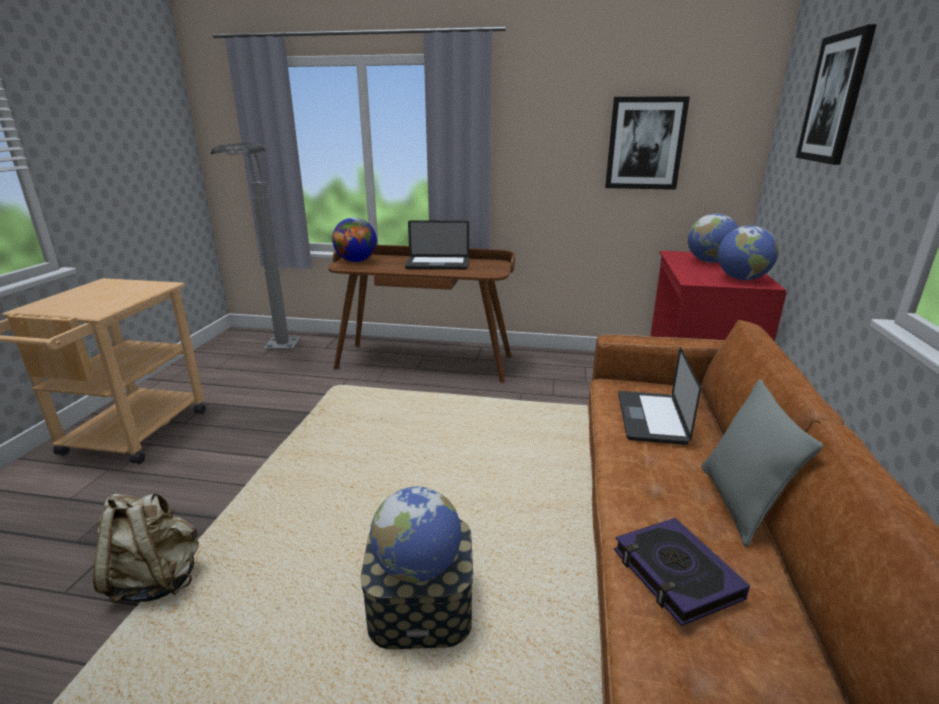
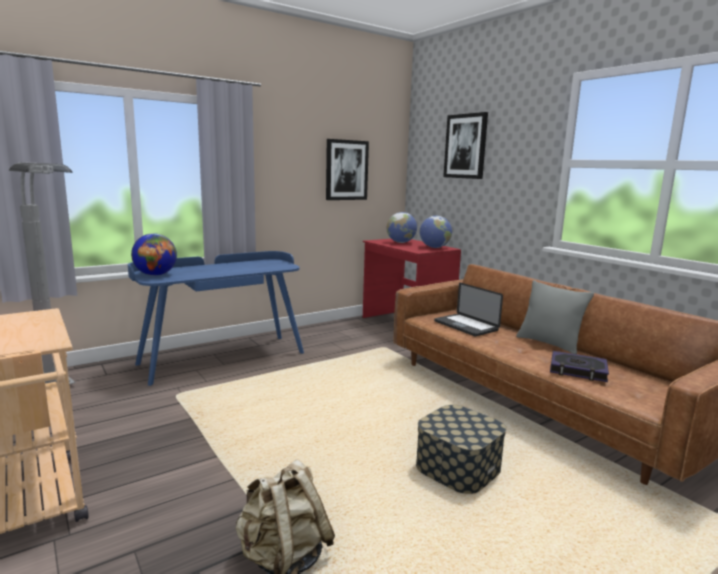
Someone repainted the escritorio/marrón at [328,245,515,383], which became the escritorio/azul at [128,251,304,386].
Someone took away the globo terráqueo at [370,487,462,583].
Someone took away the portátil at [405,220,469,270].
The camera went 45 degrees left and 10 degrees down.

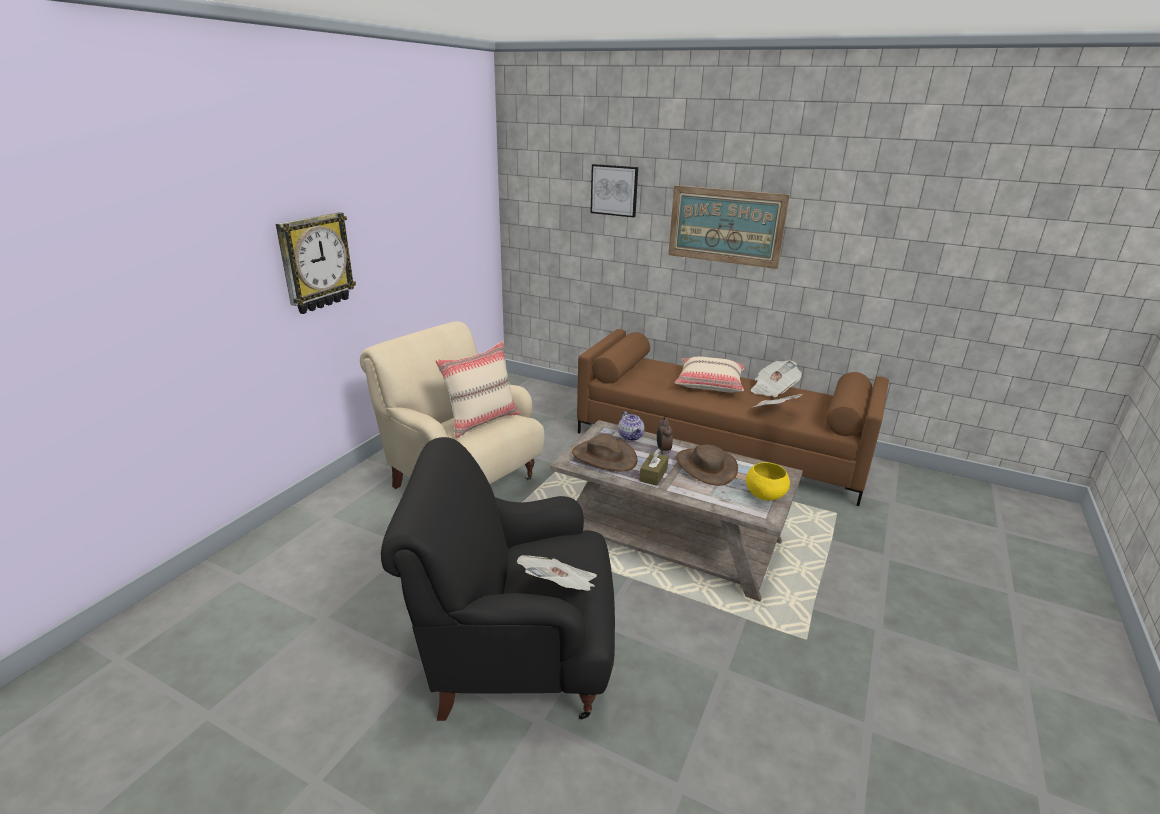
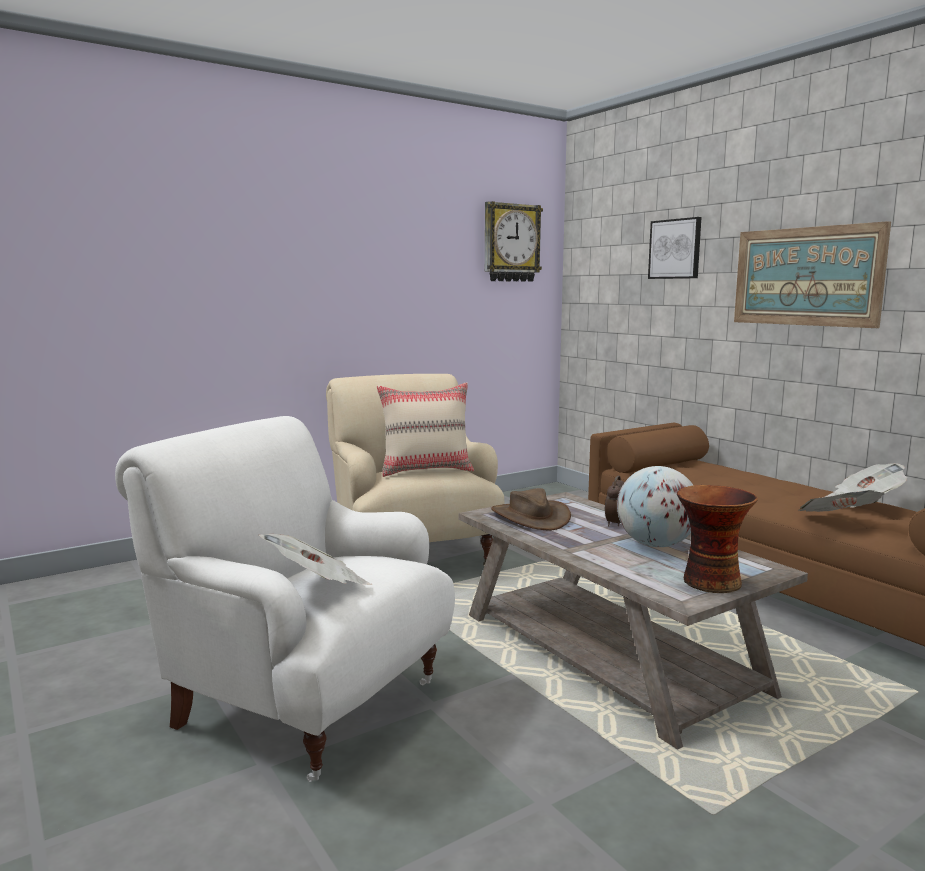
Someone repainted the sillón/negro at [381,437,615,721], which became the sillón/blanco at [115,416,455,782].
Someone carried the reloj de pared from [276,212,356,314] to [485,201,543,282].
Someone swapped the sombrero/marrón at [676,445,738,486] for the globo terráqueo at [617,466,694,547].
Someone swapped the cuenco/amarillo at [746,462,790,501] for the florero at [677,485,758,593].
Someone took away the tetera at [618,411,644,441].
Someone took away the caja de pañuelos/marrón at [639,449,669,486].
Someone took away the cojín/beis at [674,357,745,393].
The camera went 30 degrees right and 15 degrees down.

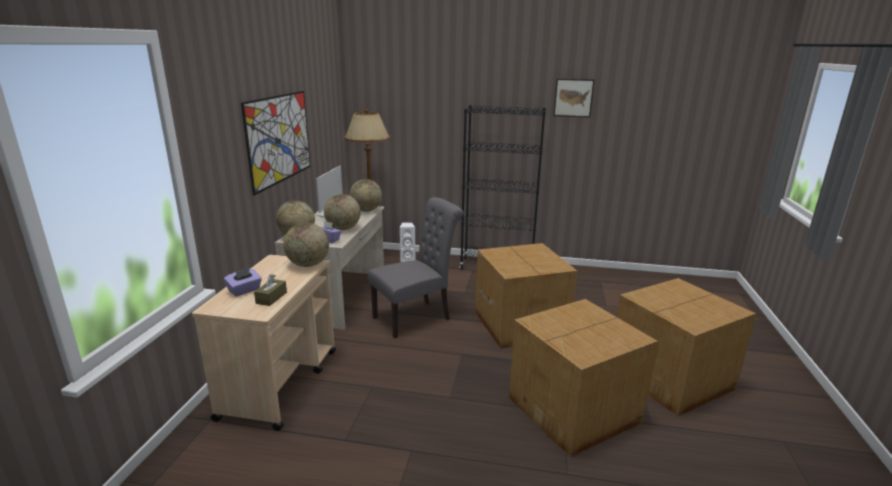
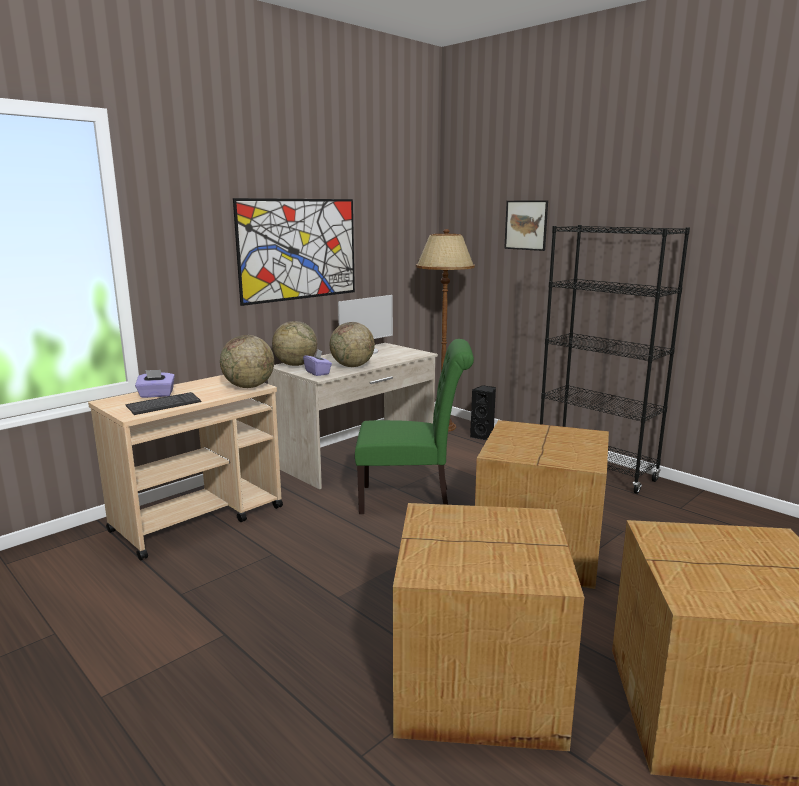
Someone swapped the caja de pañuelos/marrón at [254,274,287,306] for the teclado at [126,392,201,415].
Someone repainted the silla/gris at [368,197,464,339], which became the silla/verde at [355,339,474,514].
Someone repainted the altavoz/blanco at [400,222,415,262], which became the altavoz/negro at [470,385,496,440].
Someone carried the cuadro from [553,79,595,117] to [504,200,548,251].
Someone took away the globo terráqueo at [349,179,382,212].
The camera went 35 degrees right and 5 degrees down.

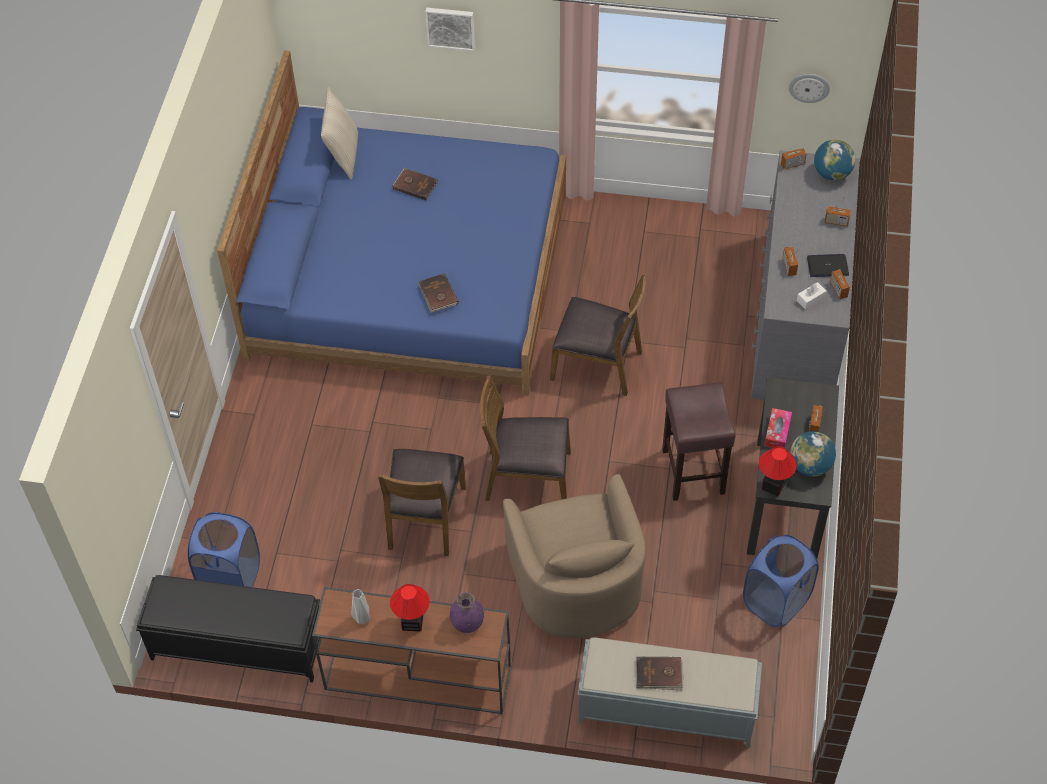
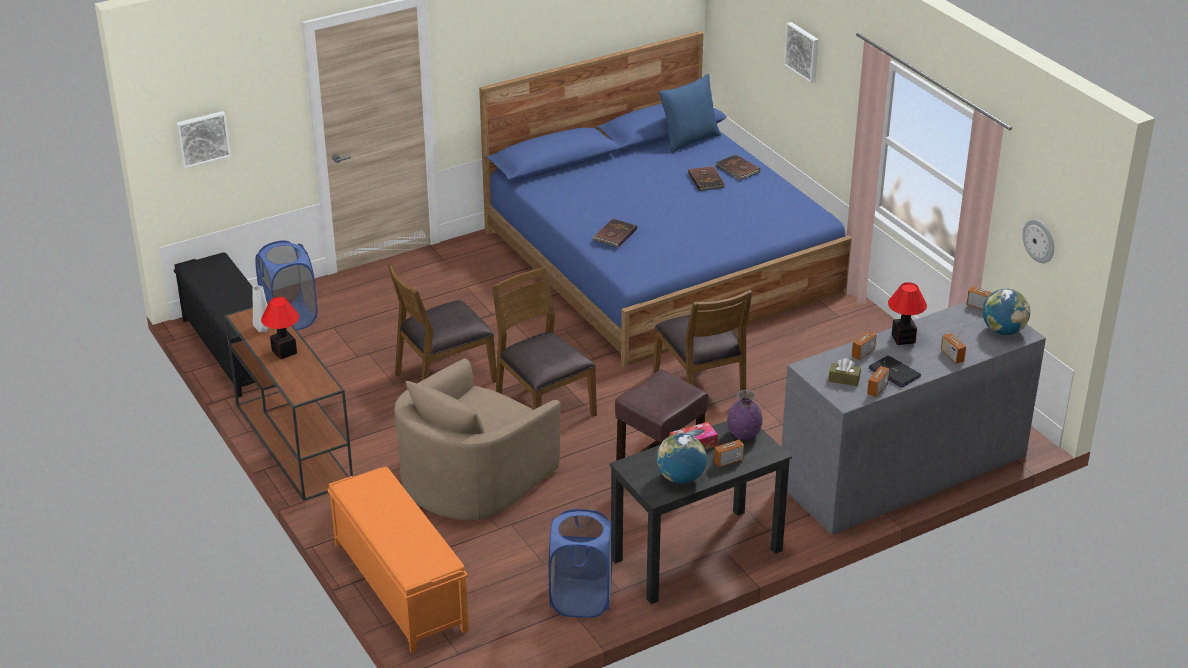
Someone put up the cuadro at [176,111,231,169].
Someone repainted the banco/gris at [577,637,762,747], which became the banco/naranja at [327,467,469,654].
Someone repainted the cojín/beis at [321,87,358,179], which became the cojín/azul at [659,74,721,153].
Someone carried the libro/marrón from [636,657,684,690] to [716,154,760,180].
Someone carried the florero/morado from [450,592,484,633] to [727,390,762,440].
Someone repainted the caja de pañuelos/blanco at [797,282,826,310], which became the caja de pañuelos/marrón at [829,358,861,386].
Someone carried the lámpara de mesa from [759,446,797,496] to [888,282,927,345].
The camera went 50 degrees right and 20 degrees down.

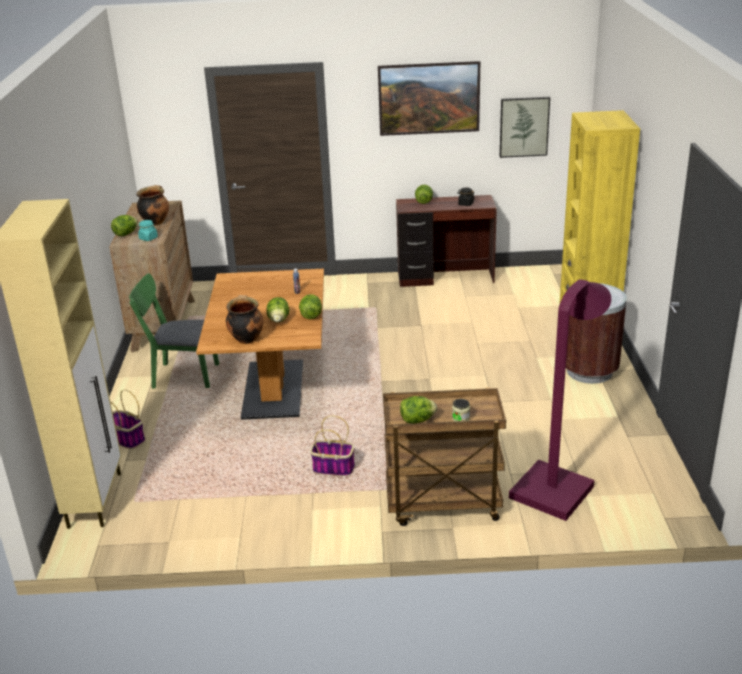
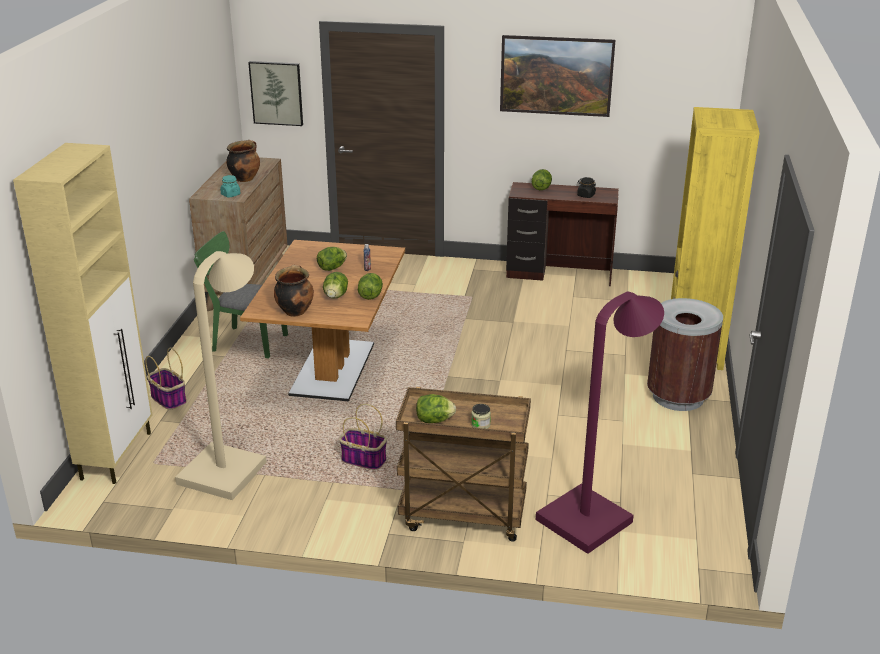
Someone put down the lámpara de pie/beis at [175,251,266,500].
Someone carried the cuadro from [500,97,550,158] to [248,61,303,126].
Someone carried the lechuga from [111,215,138,236] to [317,247,347,271].
The camera went 10 degrees right and 0 degrees up.

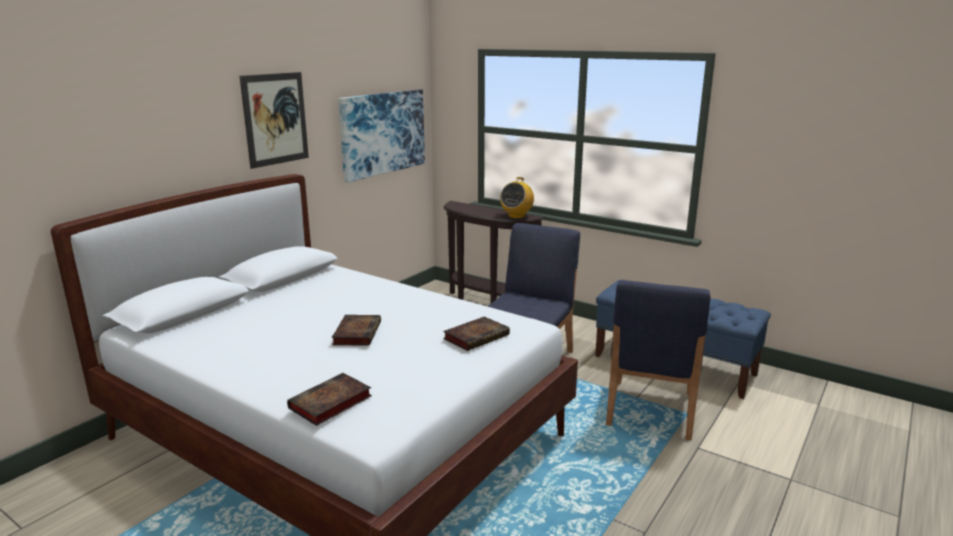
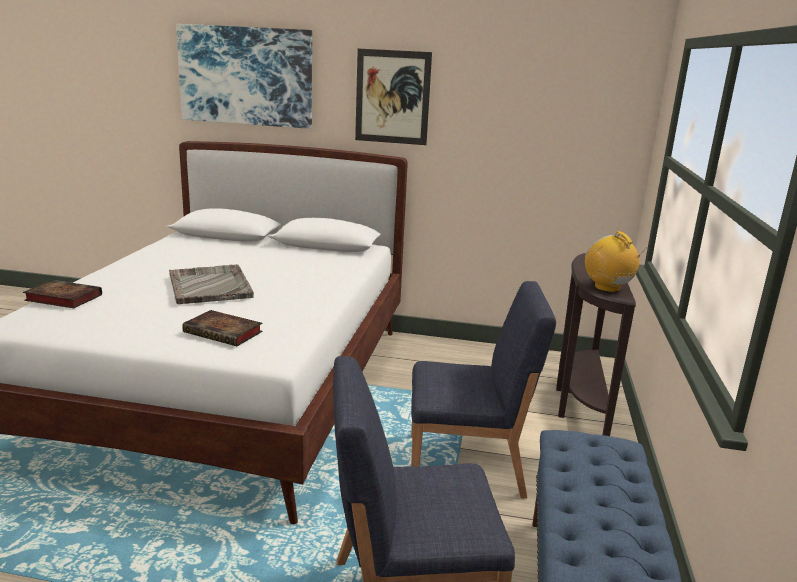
Someone swapped the libro at [332,315,381,346] for the bandeja/gris at [169,264,254,304].
Someone carried the cuadro from [338,89,425,182] to [176,24,312,129].
Someone rotated the radio at [500,177,534,219] by 60 degrees clockwise.
The camera went 65 degrees right and 0 degrees up.

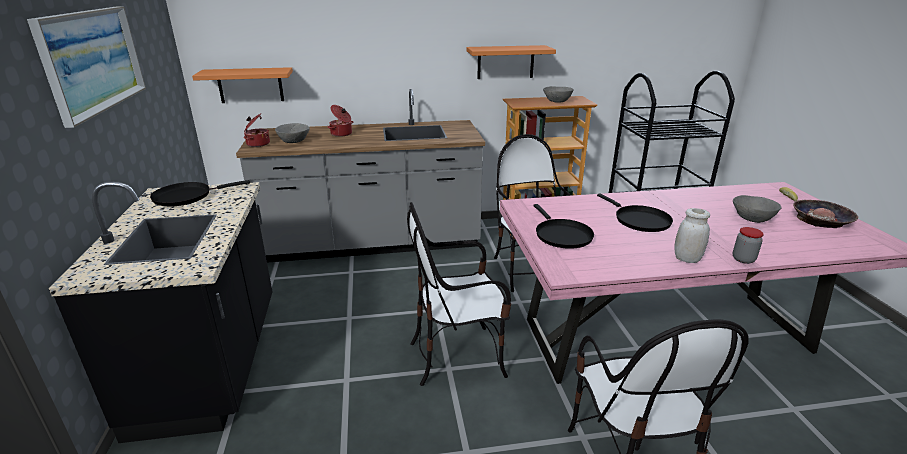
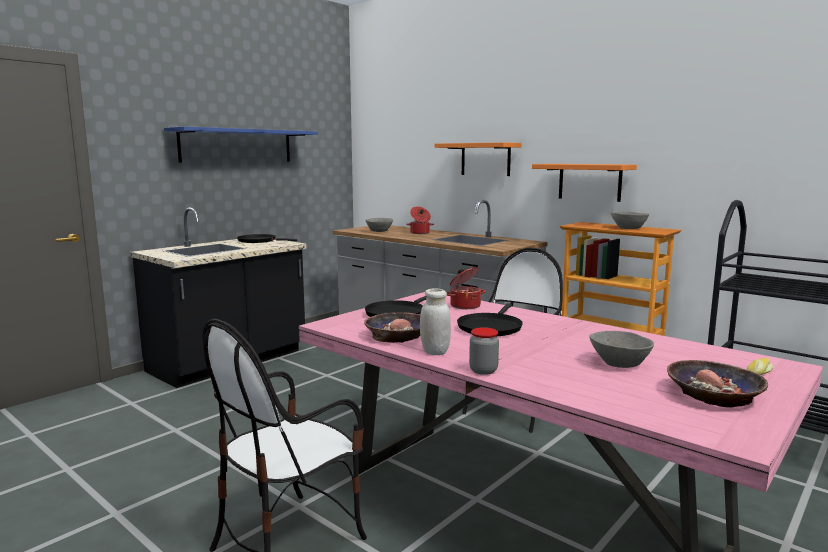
Someone swapped the cuadro at [27,6,146,128] for the estante/azul at [164,126,318,163].
Someone put down the cuenco at [364,312,420,343].
Someone carried the estante/naranja from [192,67,293,103] to [434,142,522,176].
Someone carried the olla from [244,113,270,147] to [446,267,486,309].
Someone took away the silla at [407,202,511,386].
The camera went 50 degrees right and 15 degrees down.

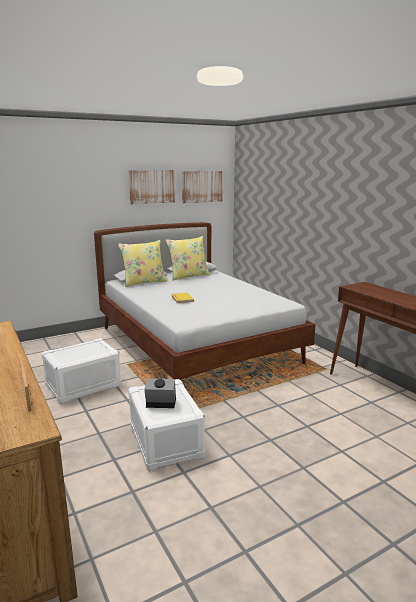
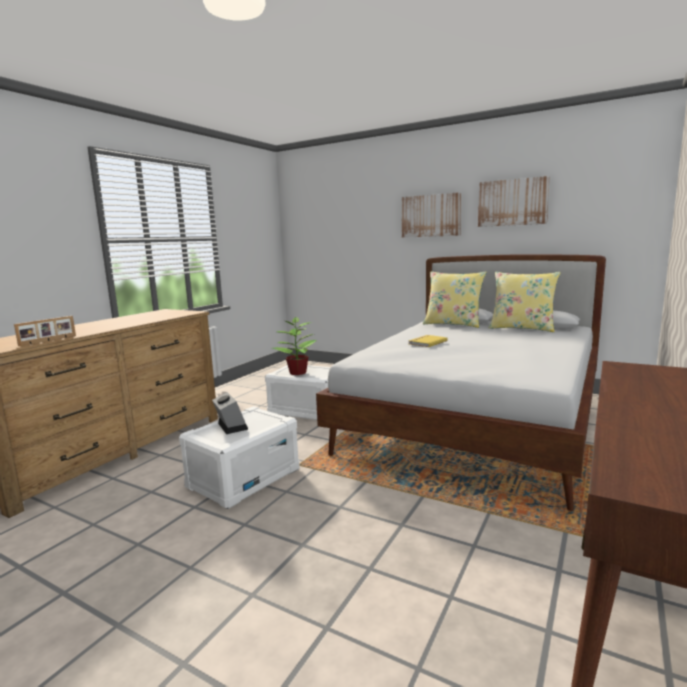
Someone put down the planta en maceta at [272,317,317,375].
Someone carried the cuadro from [182,171,223,203] to [401,192,461,238].
The camera went 60 degrees right and 5 degrees down.

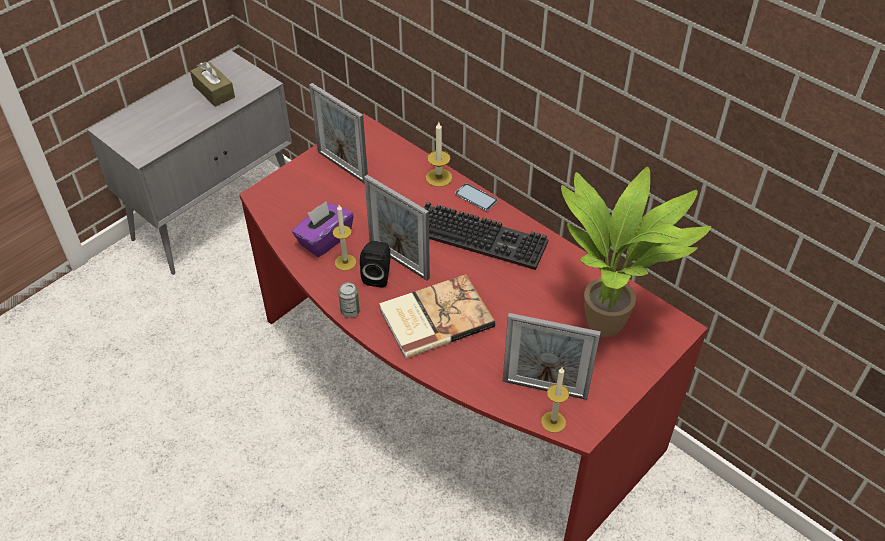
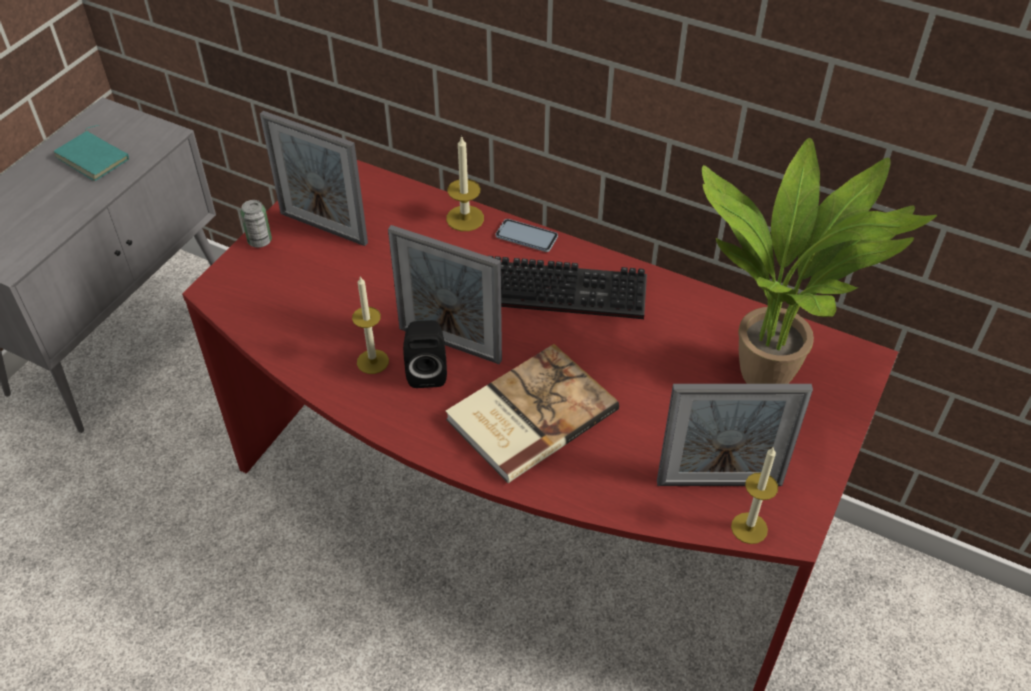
Someone swapped the caja de pañuelos/marrón at [190,61,235,107] for the libro/turquesa at [53,125,129,181].
Someone carried the lata from [338,282,360,318] to [240,200,272,248].
Someone took away the caja de pañuelos/morado at [292,201,354,257].
The camera went 15 degrees left and 0 degrees up.

